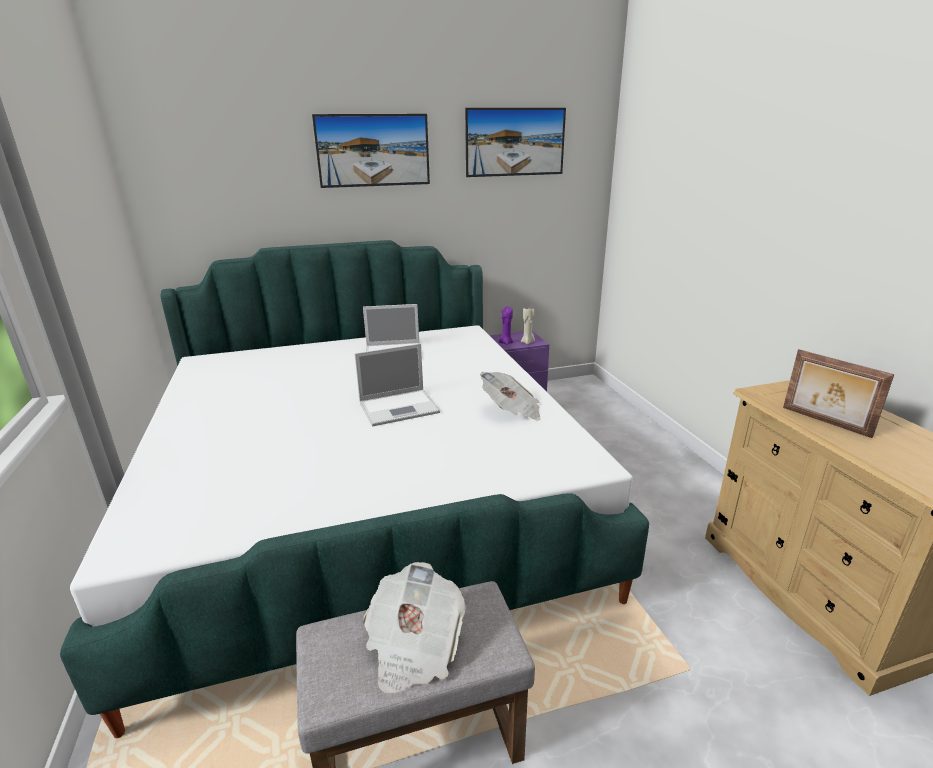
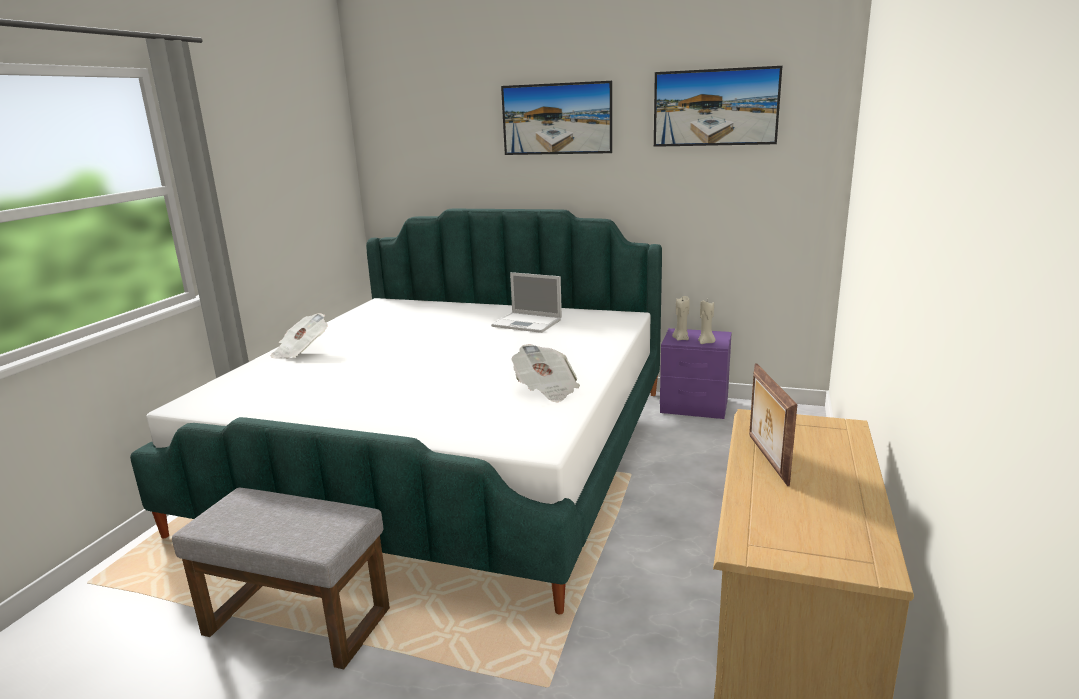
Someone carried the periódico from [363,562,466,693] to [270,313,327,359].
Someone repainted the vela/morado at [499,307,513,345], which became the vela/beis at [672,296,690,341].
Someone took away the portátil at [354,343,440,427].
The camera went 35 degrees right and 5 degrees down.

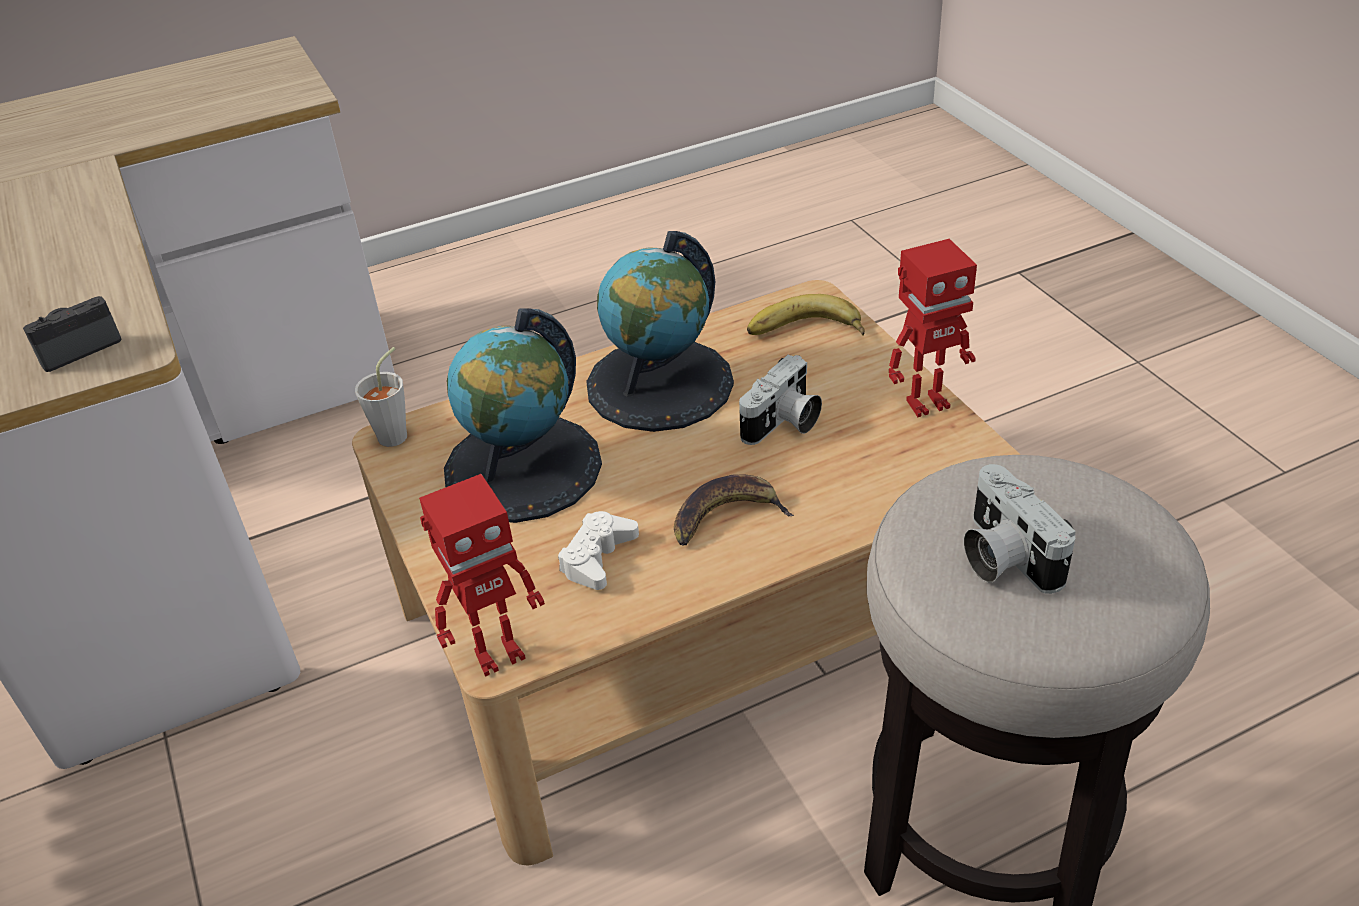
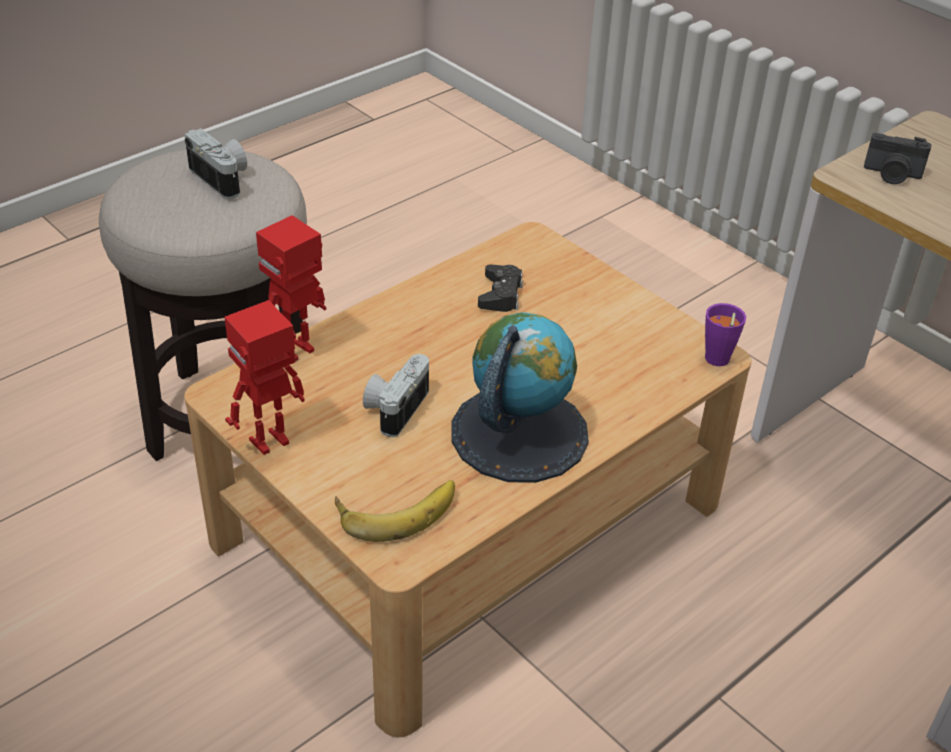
Someone carried the robot de juguete from [419,474,545,677] to [256,215,326,361].
Someone repainted the mando de consola/blanco at [558,511,639,590], which became the mando de consola/negro at [478,264,523,312].
Someone repainted the taza/gris at [355,347,407,447], which became the taza/morado at [705,303,746,366].
Someone rotated the cámara at [23,296,122,372] by 75 degrees clockwise.
Someone took away the globo terráqueo at [444,308,602,523].
Someone took away the plátano at [674,474,794,546].
The camera went 160 degrees right and 0 degrees up.

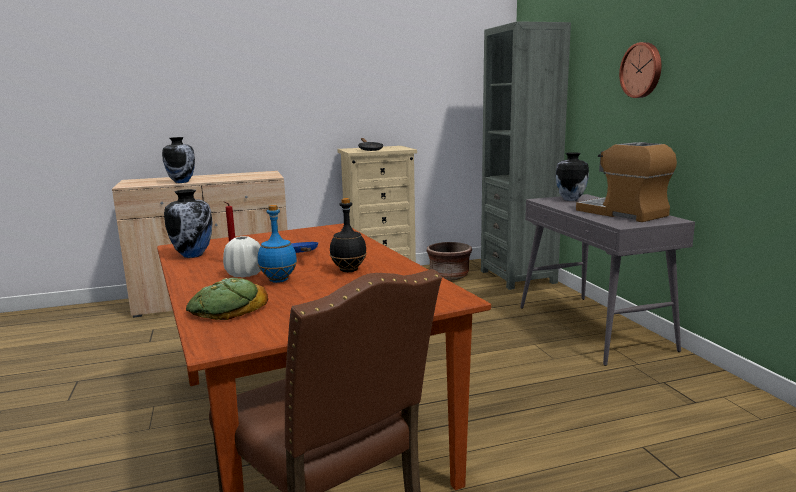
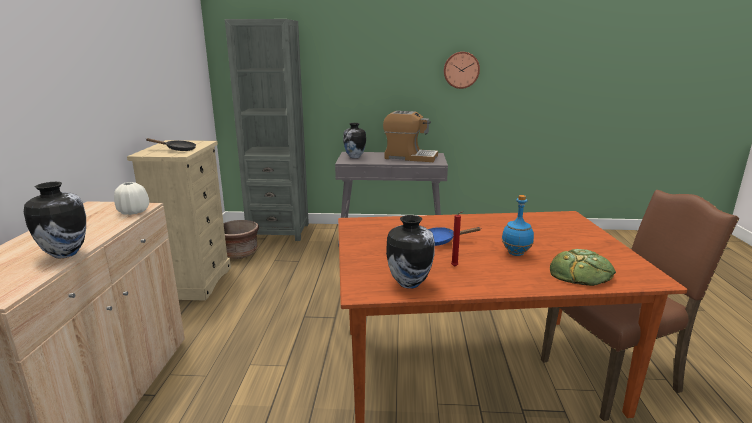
Someone carried the florero/blanco from [223,236,261,277] to [114,182,149,215].
Someone rotated the cafetera at [576,142,677,222] by 150 degrees counterclockwise.
Someone carried the reloj de pared from [619,42,662,98] to [444,52,480,89].
Someone took away the botella/negro at [330,198,367,272].
The camera went 70 degrees left and 5 degrees up.

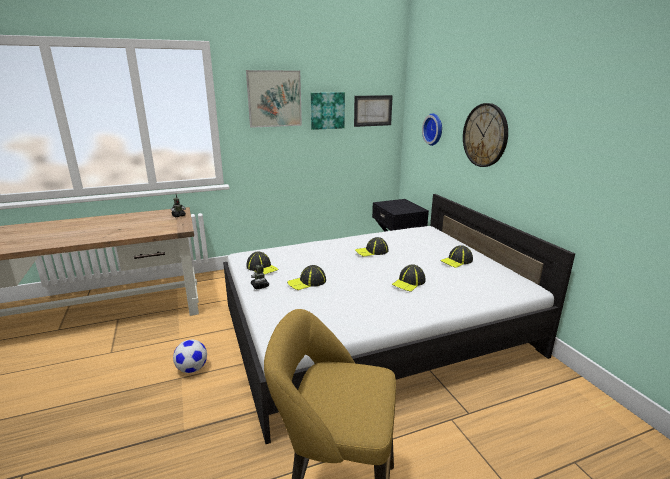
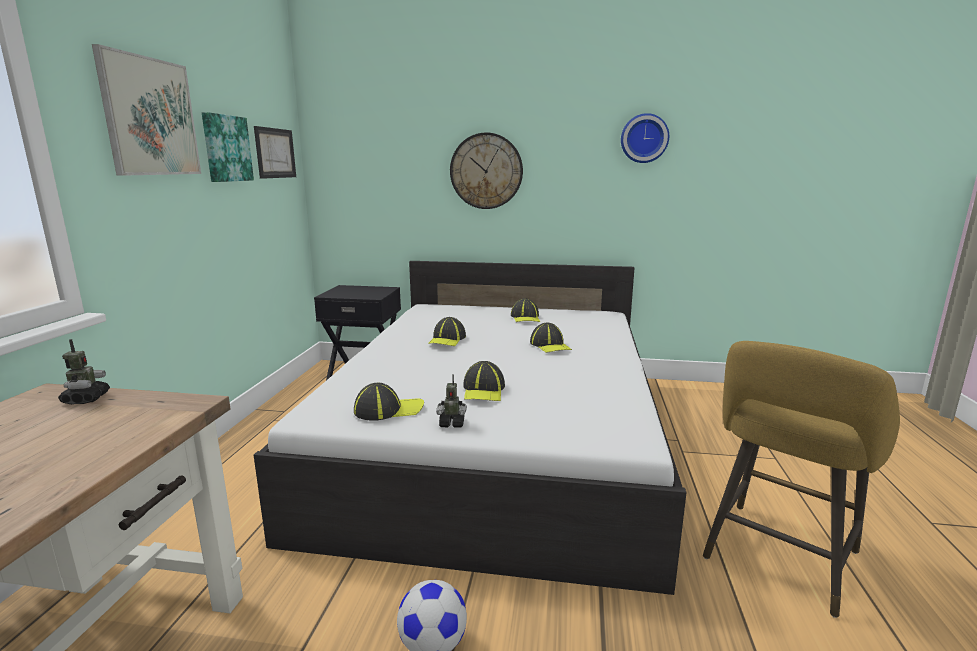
Someone carried the reloj de pared from [422,113,442,146] to [621,113,669,163].
The camera went 60 degrees left and 5 degrees down.

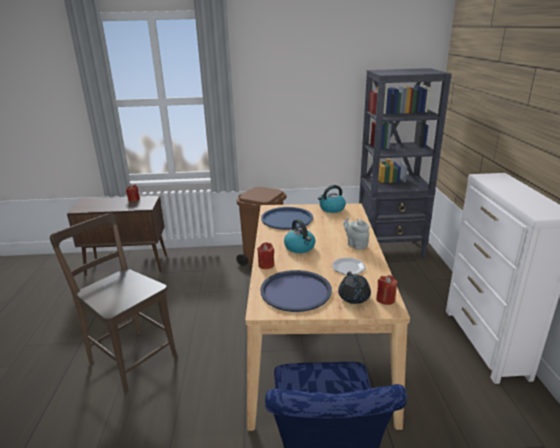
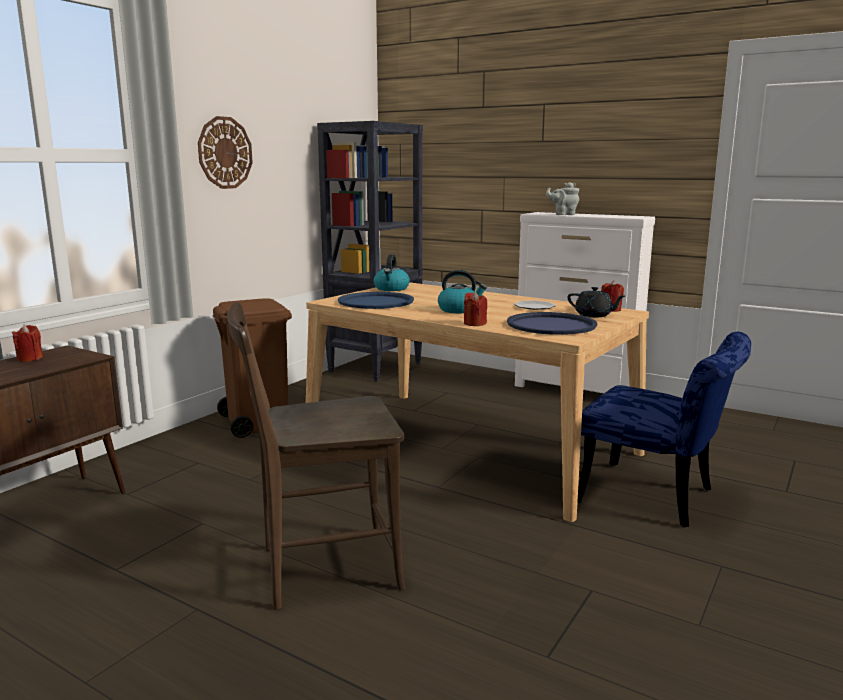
Someone put up the reloj de pared at [198,116,253,189].
Someone carried the tetera/gris from [343,218,369,250] to [546,182,579,215].
The camera went 55 degrees left and 10 degrees down.

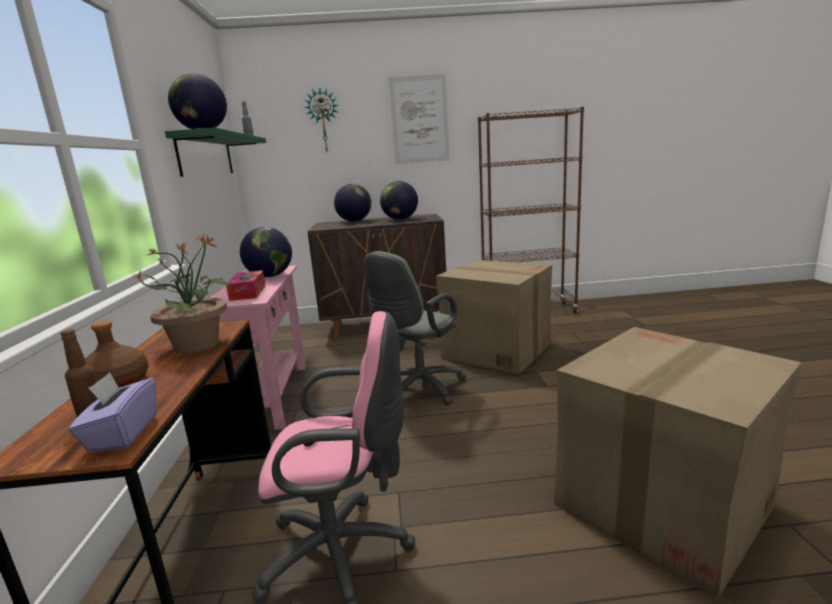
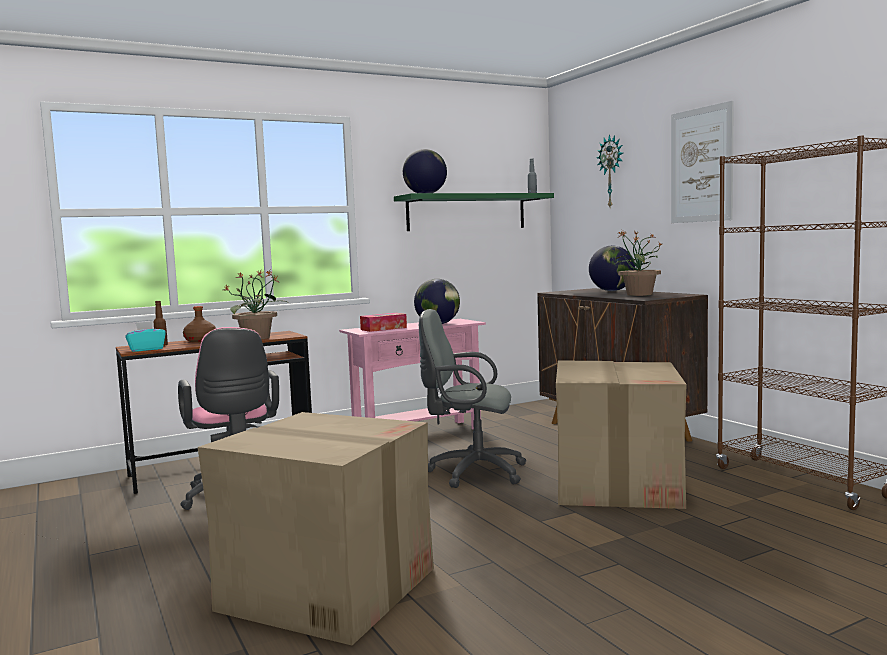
Someone repainted the caja de pañuelos/morado at [68,372,157,452], which became the caja de pañuelos/turquesa at [125,321,166,352].
Someone swapped the globo terráqueo at [380,181,418,220] for the planta en maceta at [615,230,662,296].
The camera went 65 degrees right and 10 degrees down.

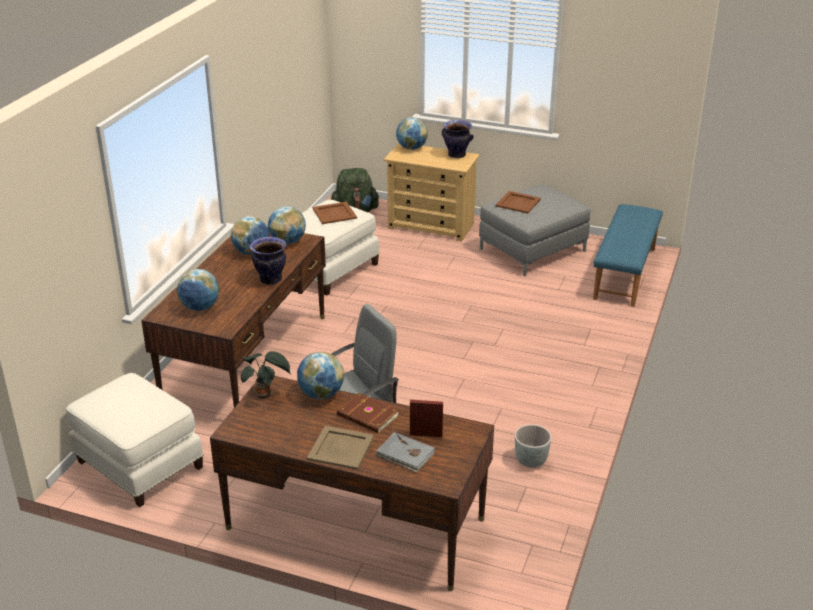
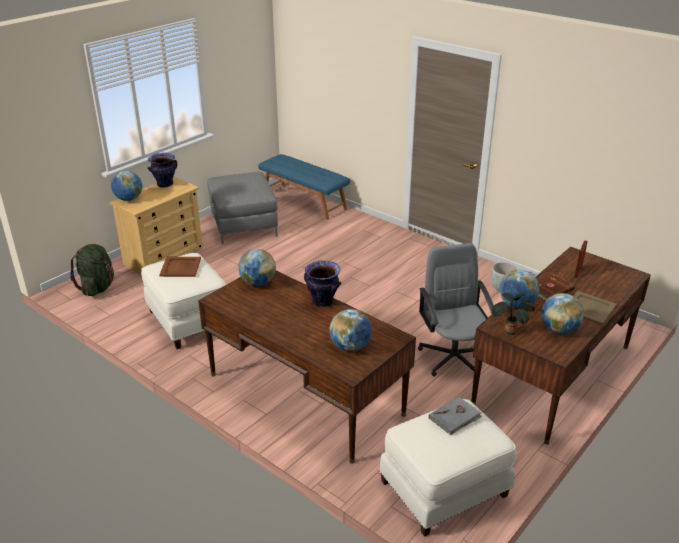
Someone carried the libro/gris from [376,432,435,472] to [429,397,482,435].
Someone carried the globo terráqueo from [231,216,269,255] to [541,293,584,334].
Someone took away the bandeja/marrón at [495,191,541,214].
The camera went 70 degrees left and 0 degrees up.

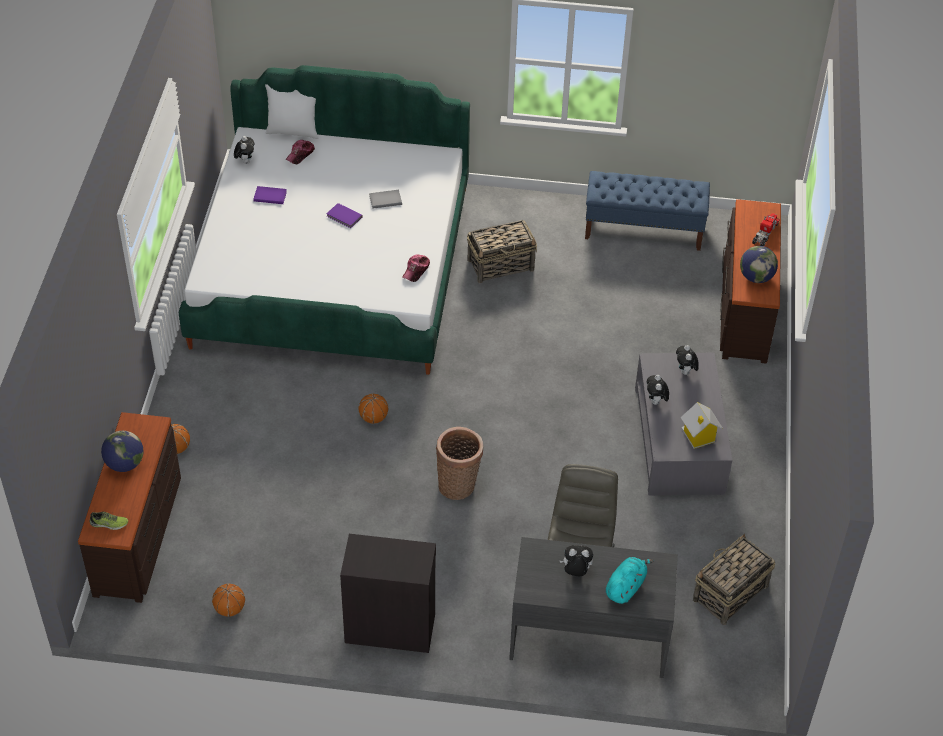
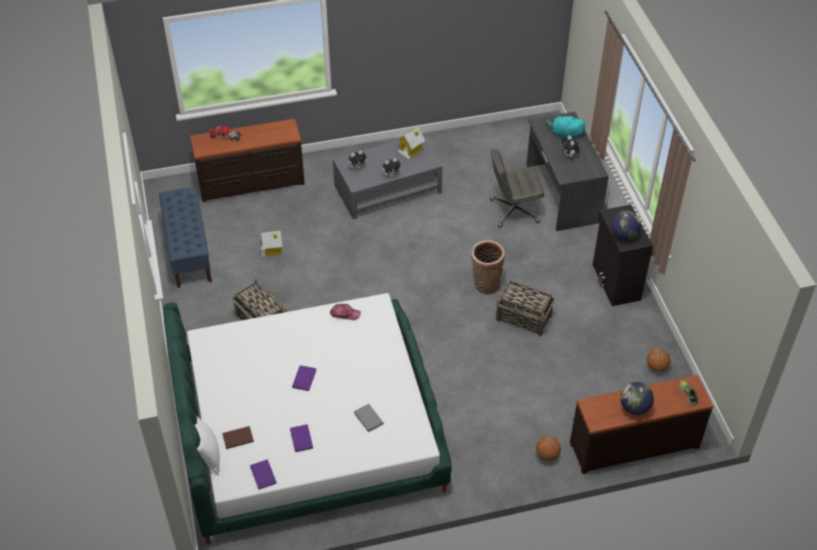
Someone swapped the gorra at [286,140,315,164] for the libro/marrón at [222,426,254,449].
Someone swapped the peluche at [234,136,254,164] for the libro/morado at [250,460,277,489].
Someone put down the casita at [261,230,283,258].
Someone carried the libro/gris from [369,190,402,209] to [354,404,384,432].
Someone carried the cesta from [693,534,775,625] to [496,281,555,336].
Someone carried the globo terráqueo from [740,246,778,283] to [611,211,641,240].
Someone took away the balón de baloncesto at [358,394,388,424].
The camera went 110 degrees left and 0 degrees up.

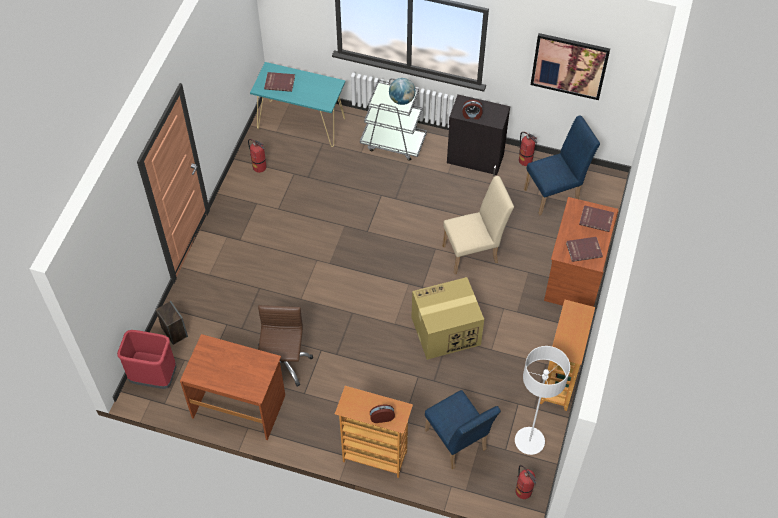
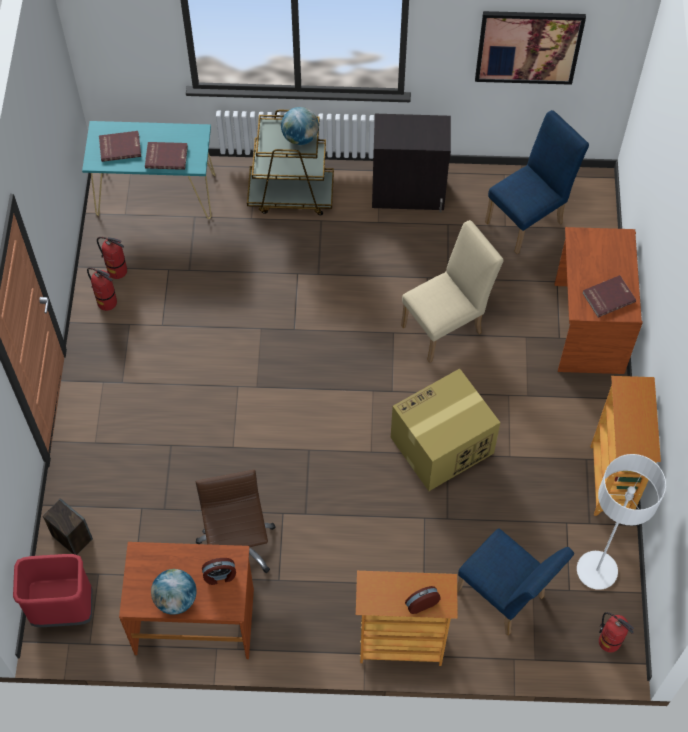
Someone carried the extintor from [519,132,537,166] to [87,268,117,311].
Someone carried the libro/rojo from [579,205,614,232] to [145,142,188,170].
Someone put down the globo terráqueo at [151,569,197,615].
Someone carried the despertador from [462,100,483,119] to [202,558,236,585].
Someone repainted the carrito/gris at [360,78,427,161], which became the carrito/marrón at [247,110,334,215].
The camera went 15 degrees left and 5 degrees up.

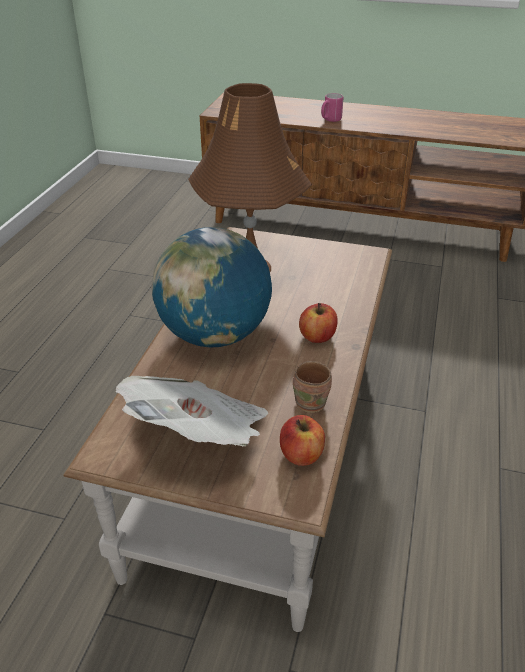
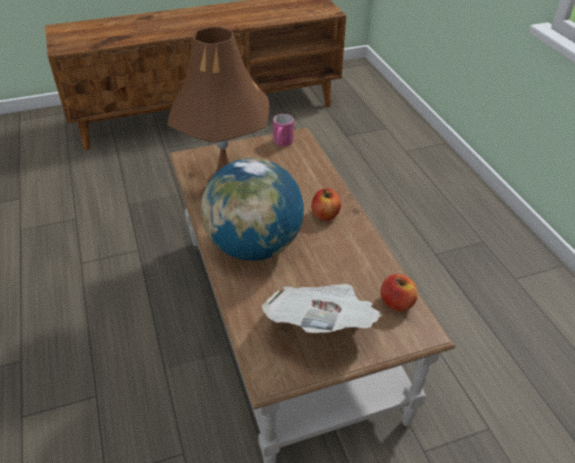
Someone carried the taza grande/rosa from [321,93,343,122] to [273,114,294,146].
Someone took away the taza grande/marrón at [293,361,332,413].
The camera went 35 degrees left and 5 degrees up.

